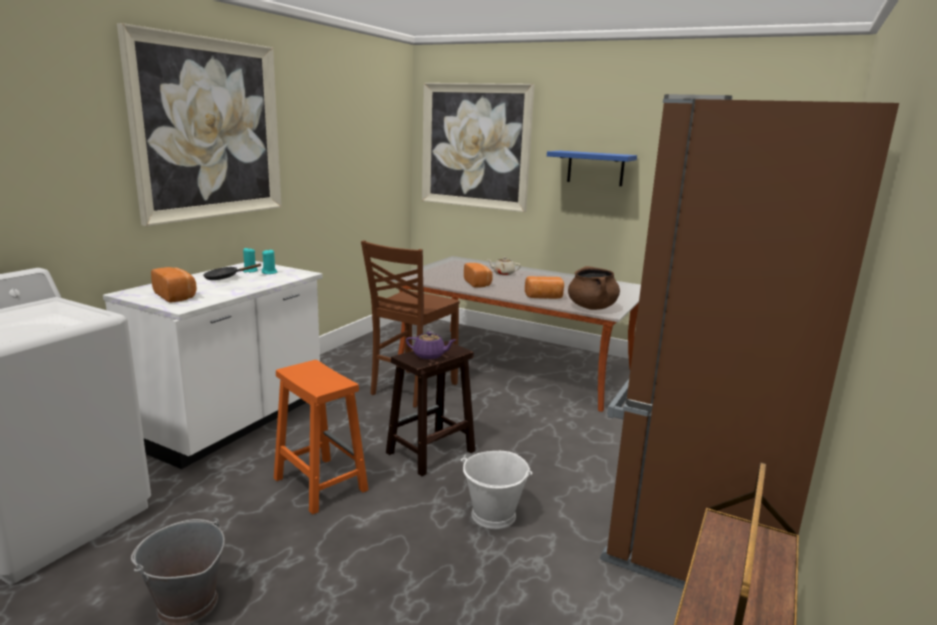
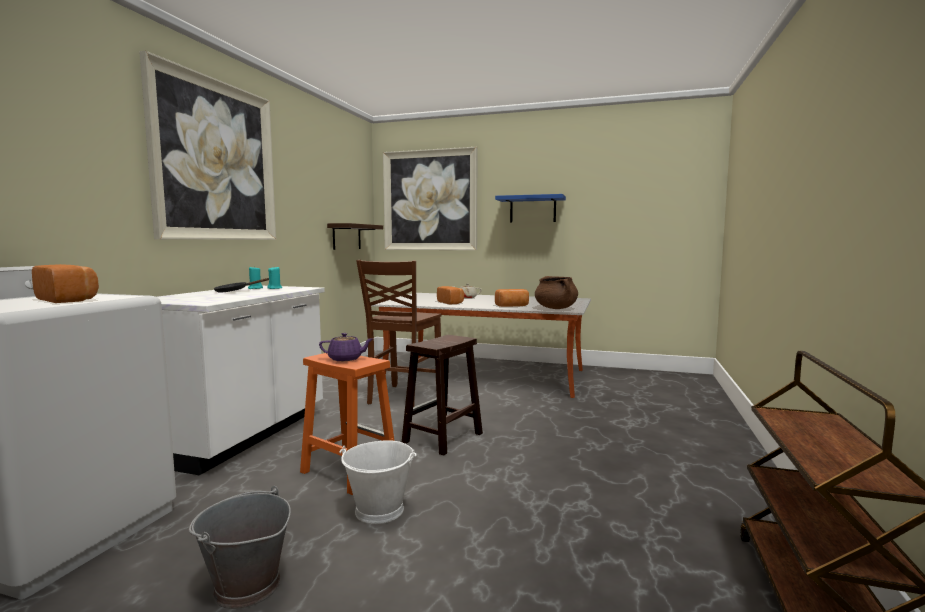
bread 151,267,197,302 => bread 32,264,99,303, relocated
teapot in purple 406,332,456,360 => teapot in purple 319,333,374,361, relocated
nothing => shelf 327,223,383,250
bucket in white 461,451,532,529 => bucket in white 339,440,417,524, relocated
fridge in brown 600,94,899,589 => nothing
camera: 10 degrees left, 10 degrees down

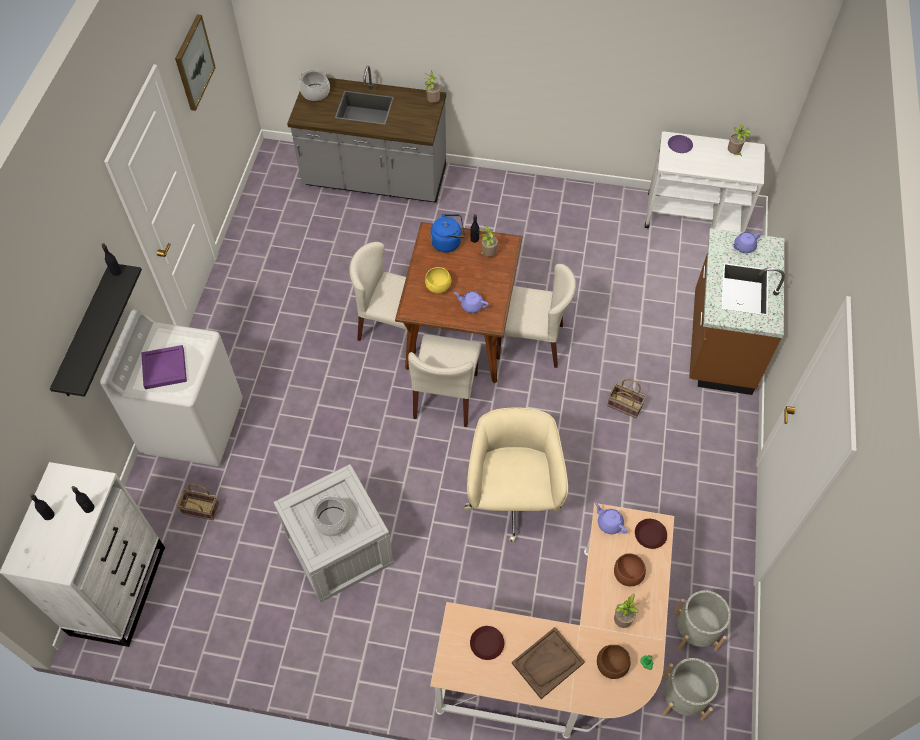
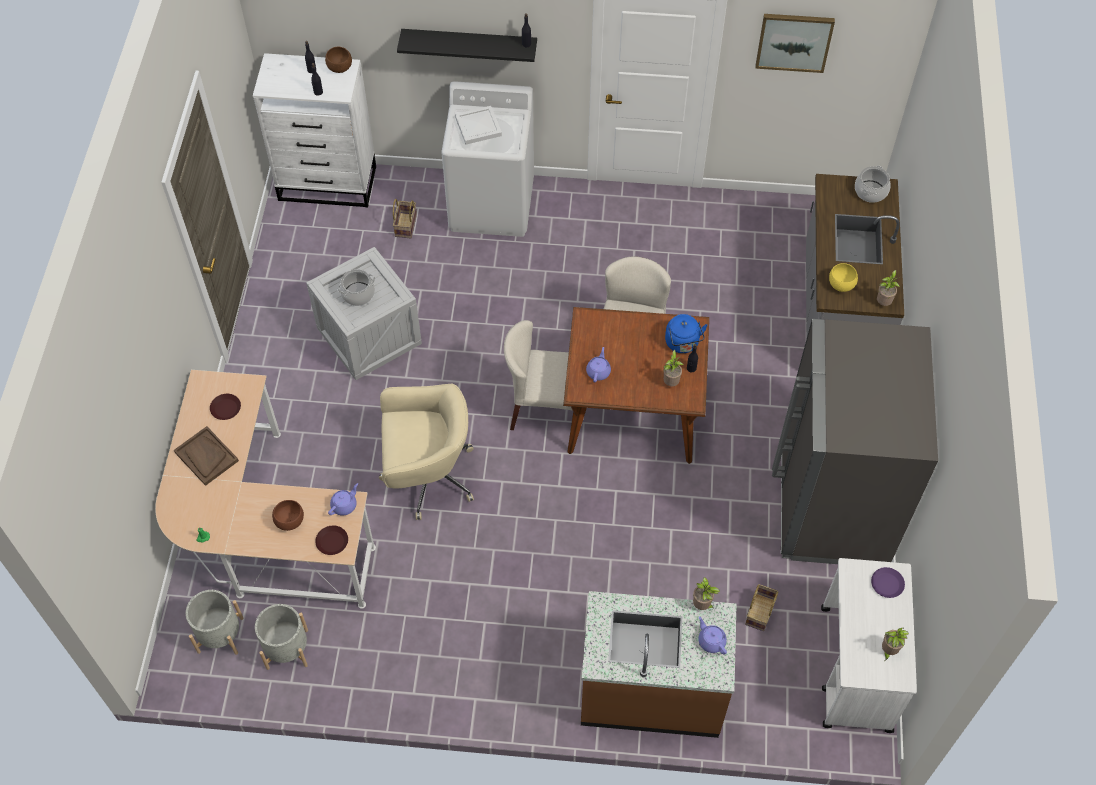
bowl in brown 597,645,630,679 => bowl in brown 325,47,352,73, relocated
tray in purple 141,345,187,389 => tray in white 455,106,502,144
potted plant 614,594,639,628 => potted plant 693,577,720,610, relocated
basket 607,379,646,418 => basket 745,584,778,631, relocated
nothing => fridge in grey 772,319,938,564
bowl in yellow 425,267,451,293 => bowl in yellow 829,263,858,292, relocated
chair in beige 496,264,576,368 => nothing
camera: 85 degrees right, 0 degrees up

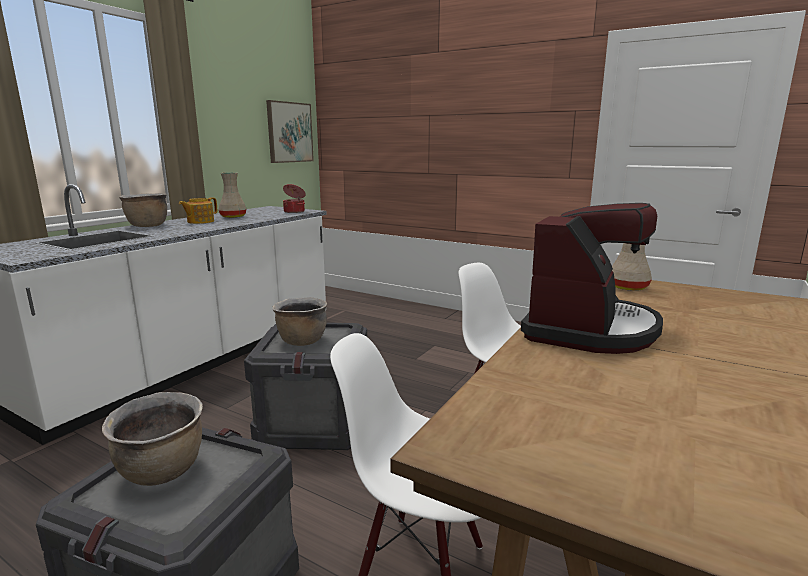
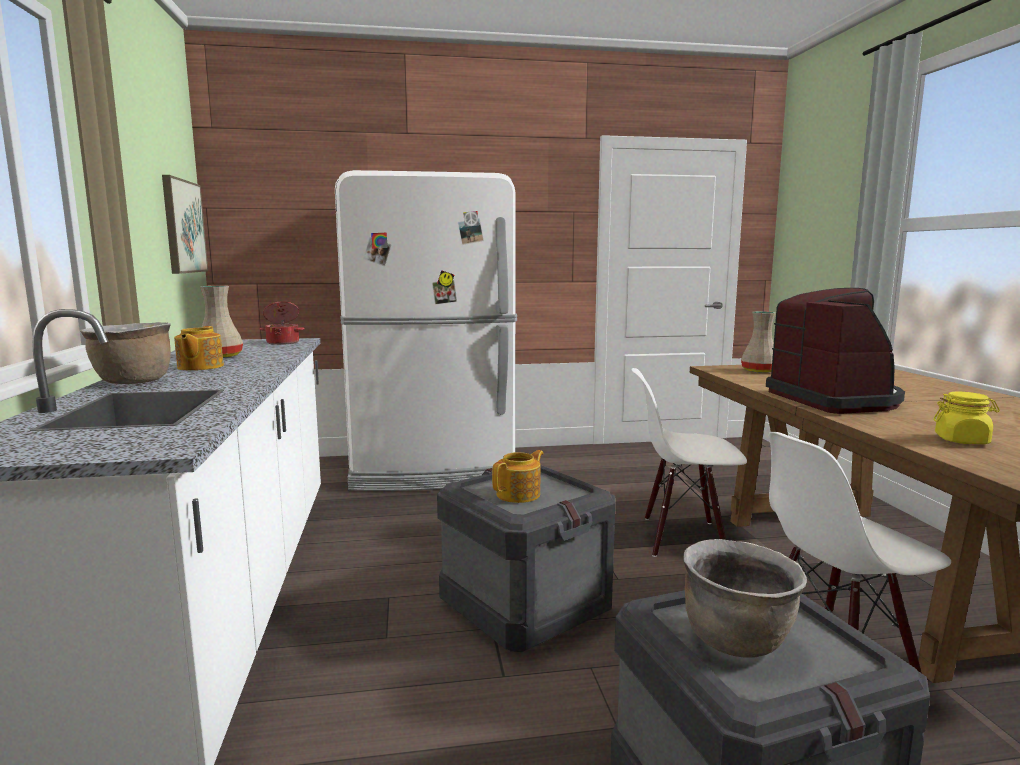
nothing => fridge in white 335,170,517,491
cooking pot in brown 272,298,327,346 => teapot 492,450,544,503
nothing => jar in yellow 933,392,1000,444
camera: 40 degrees left, 5 degrees down

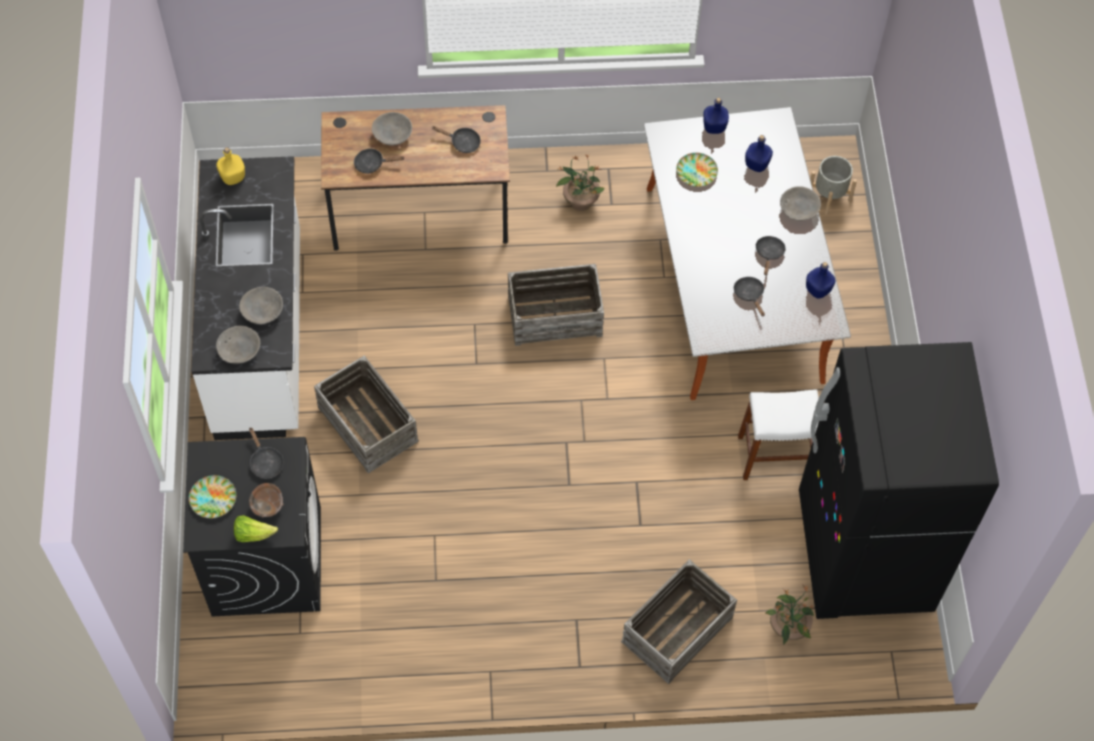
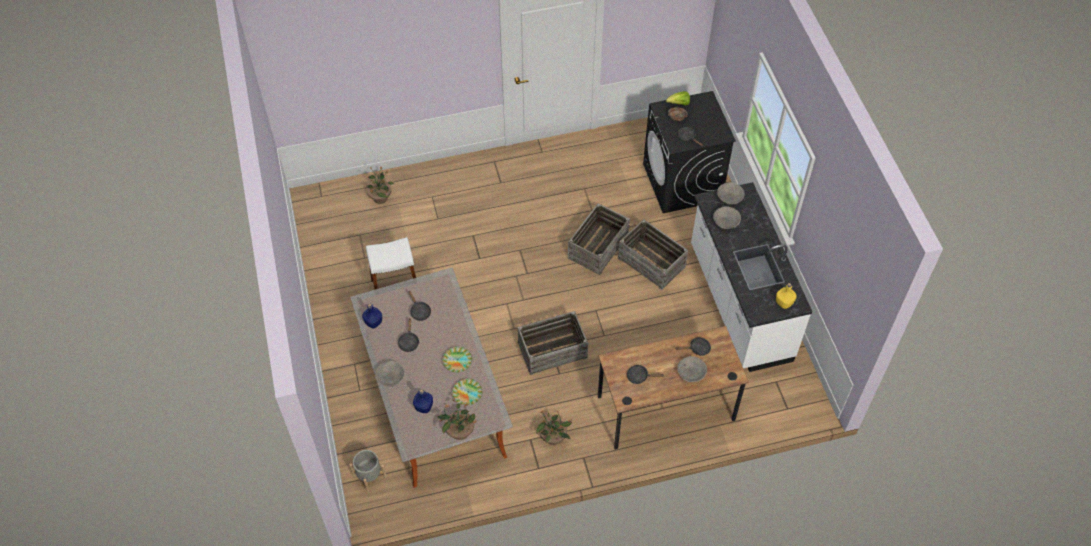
bottle in blue 703,97,729,134 => potted plant 437,398,478,440
plate 189,475,236,518 => plate 442,347,472,373, relocated
crate 621,559,737,684 => crate 568,203,630,275, relocated
fridge in black 799,342,999,619 => nothing
camera: 170 degrees right, 5 degrees down

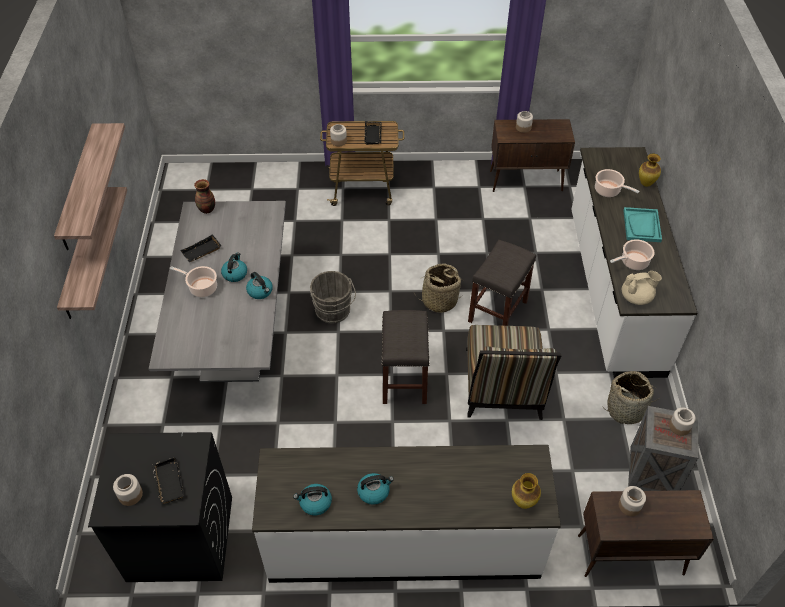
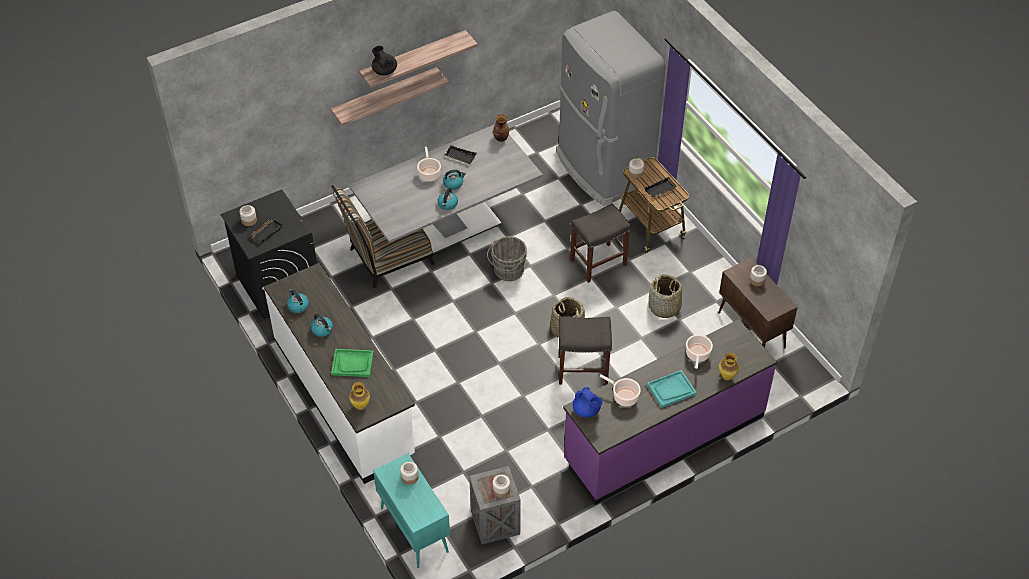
chair 466,325,562,420 => chair 331,185,435,288, relocated
nothing => tray in green 331,349,374,377
nothing => teapot in black 372,46,397,76
cabinet in brown 578,490,714,577 => cabinet in turquoise 373,453,450,568
nothing => fridge in grey 556,11,665,206
counter in white 571,147,697,378 => counter in purple 563,319,777,505
stool in grey 382,310,429,404 => stool in grey 570,203,631,283, relocated
teapot in beige 622,271,662,305 => teapot in blue 573,387,603,417
basket 603,371,658,424 => basket 649,274,682,318, relocated
camera: 60 degrees right, 0 degrees up

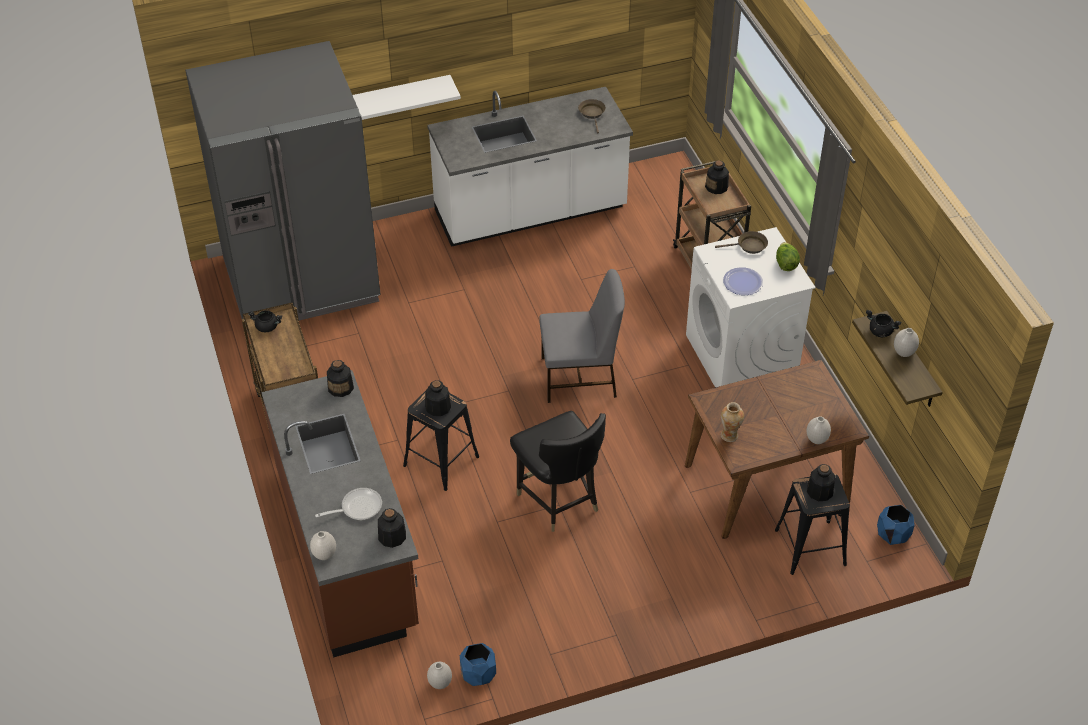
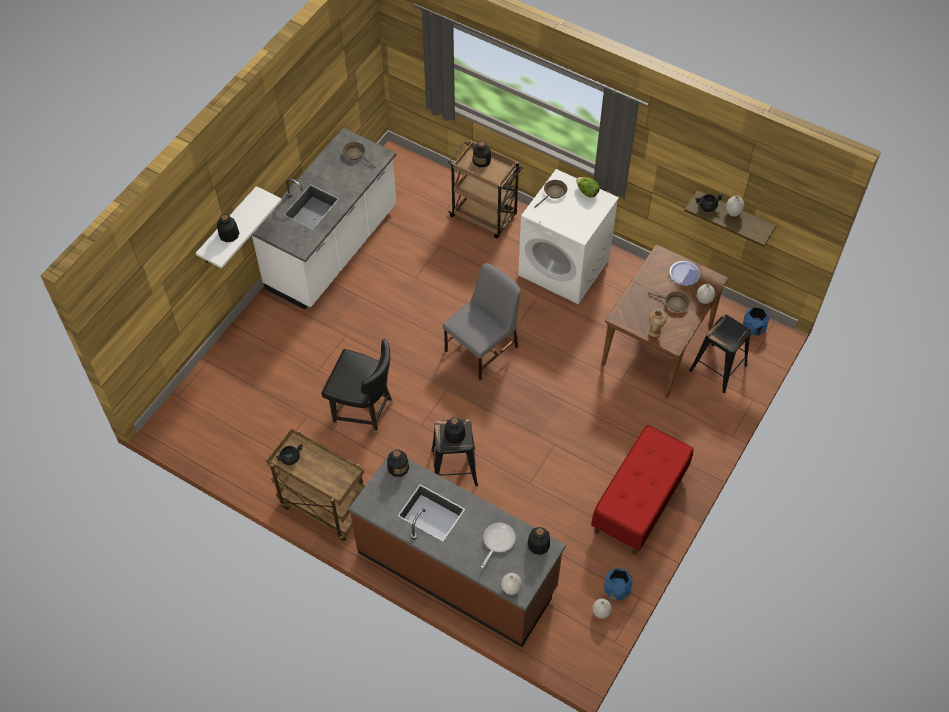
bottle 807,464,835,501 => bottle 217,214,239,242, relocated
chair in black 510,411,606,532 => chair in black 322,339,393,435, relocated
nothing => bench in red 591,425,694,554
nothing => frying pan in brown 648,291,690,312
plate 723,267,763,295 => plate 669,261,700,286, relocated
fridge in grey 185,41,380,333 => nothing
camera: 40 degrees left, 10 degrees up

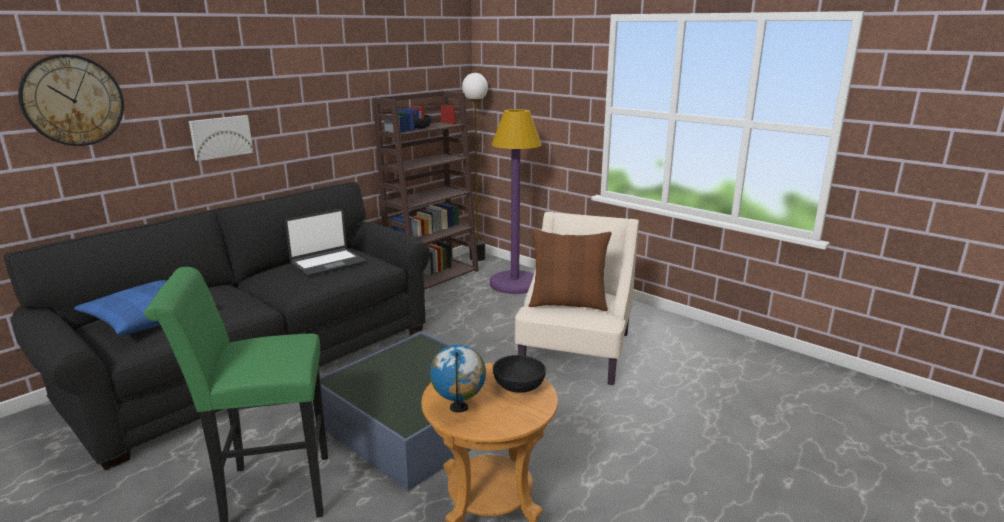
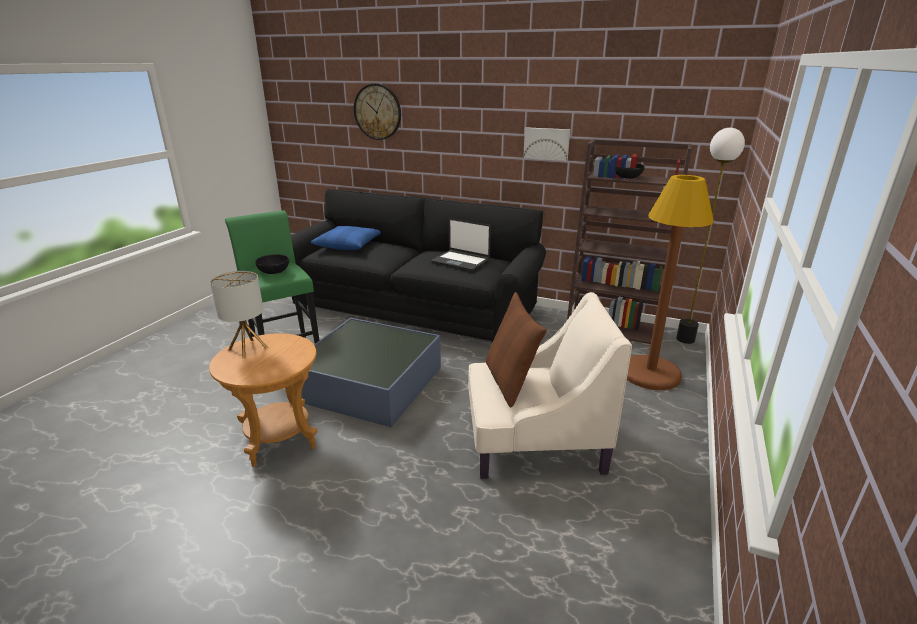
globe 430,344,486,413 => table lamp 210,271,268,359
bowl in black 493,355,546,393 => bowl in black 255,254,289,274, relocated
picture 189,115,253,161 => picture 523,127,570,161, relocated
floor lamp in purple 490,109,542,294 => floor lamp in brown 627,175,714,390
camera: 70 degrees right, 5 degrees up

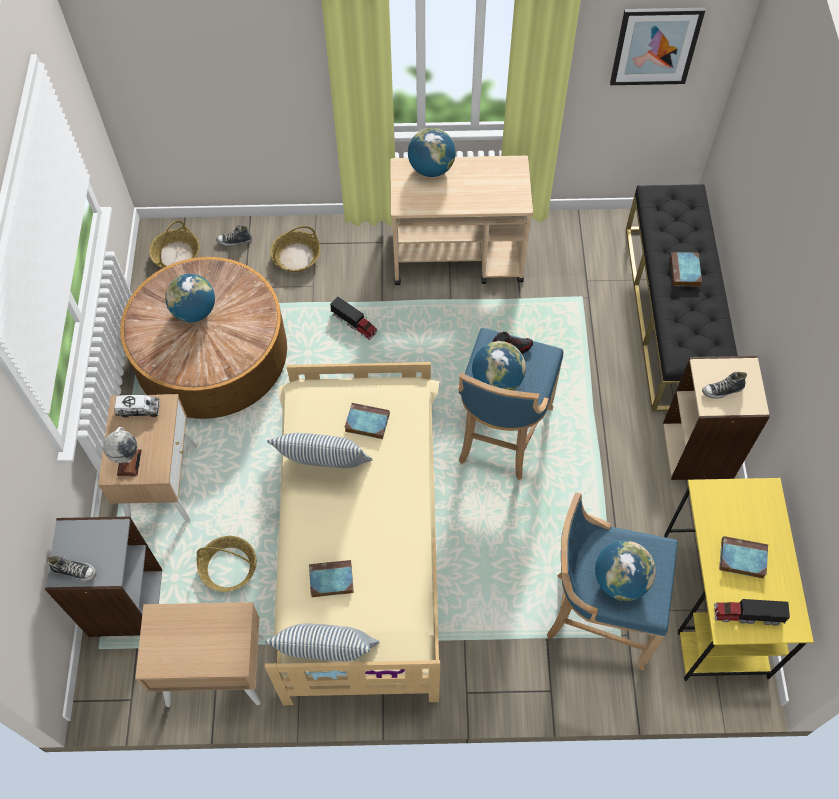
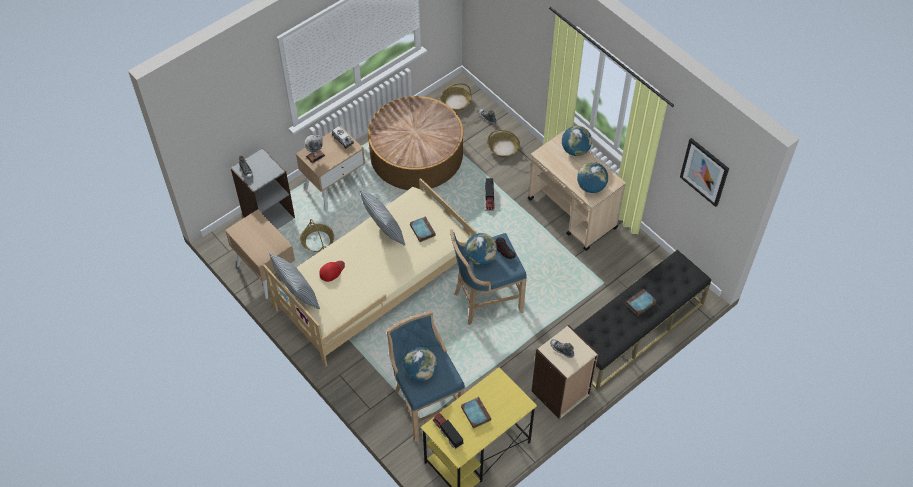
book 309,560,354,597 => cap in red 319,261,345,282
globe 165,274,215,322 => globe 577,162,608,193, relocated
camera: 50 degrees right, 5 degrees down

